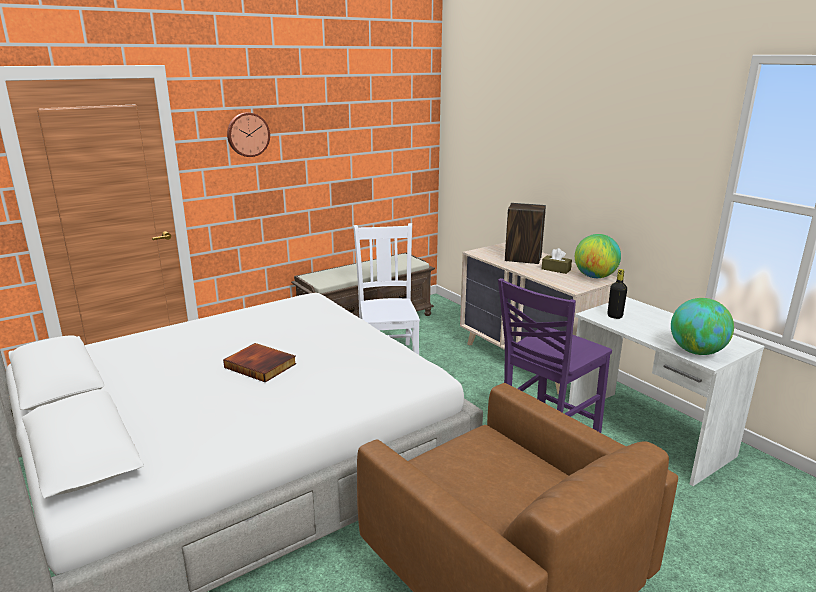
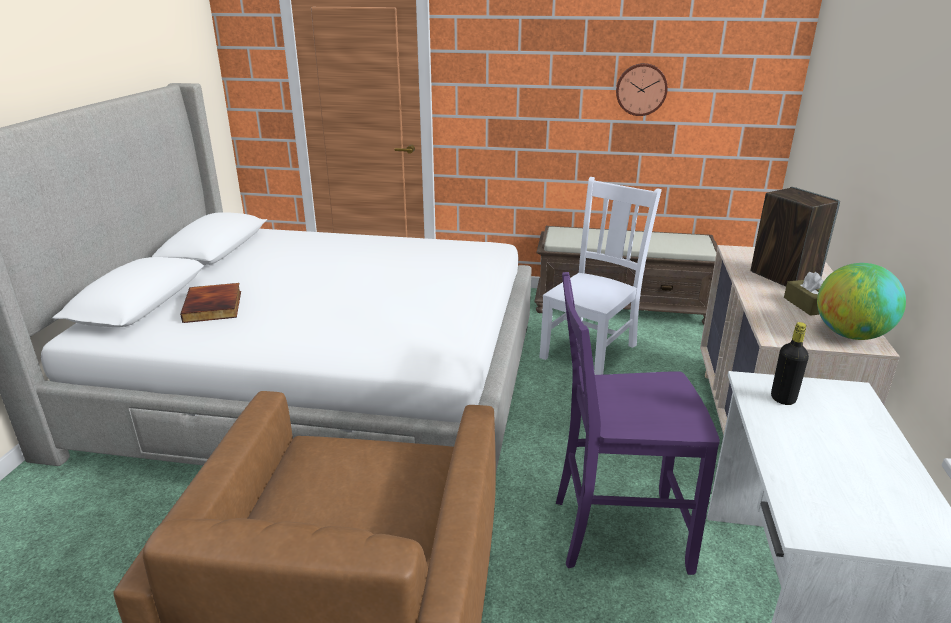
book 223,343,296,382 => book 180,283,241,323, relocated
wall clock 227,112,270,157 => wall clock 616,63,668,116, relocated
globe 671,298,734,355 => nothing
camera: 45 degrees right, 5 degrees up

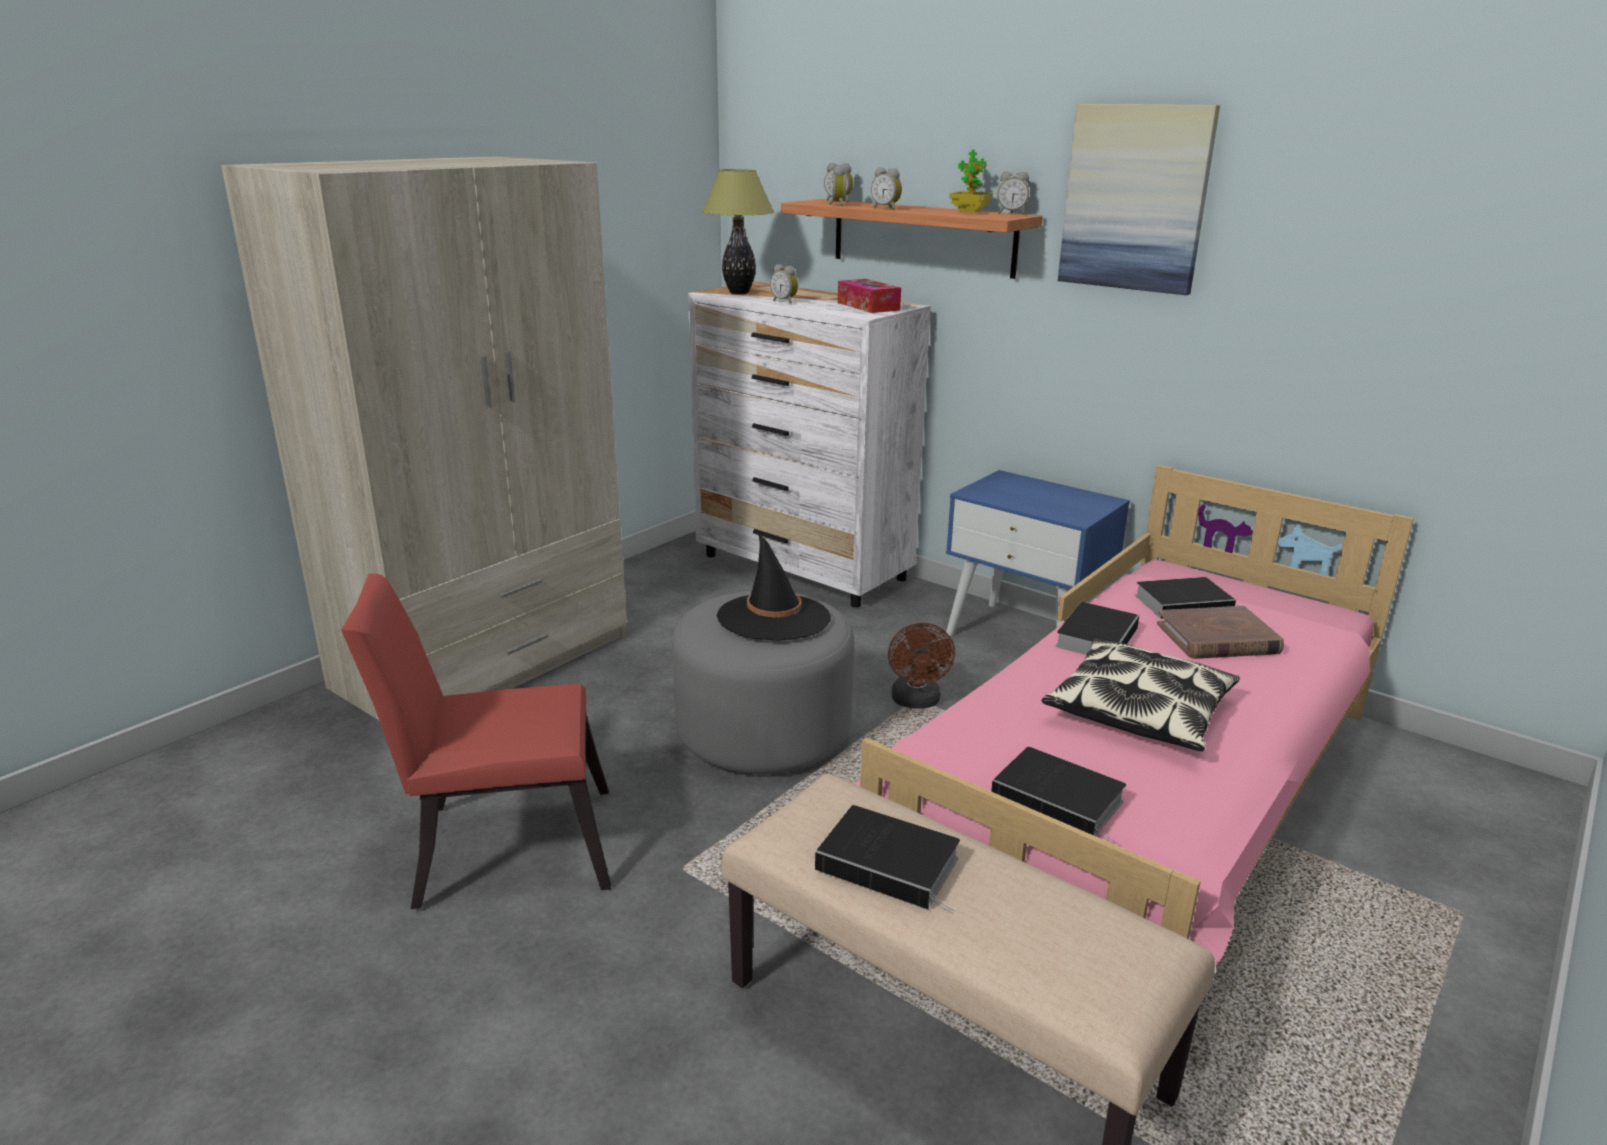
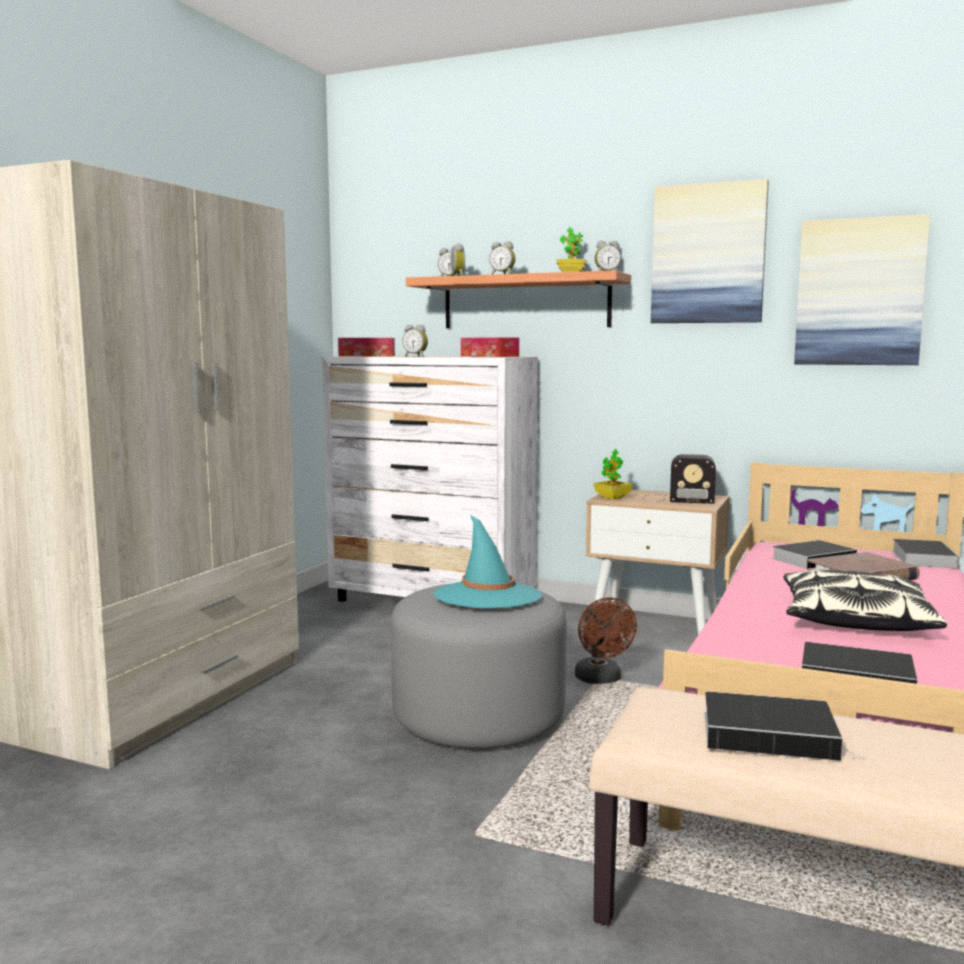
table lamp 702,169,774,294 => tissue box 338,338,395,356
hat in black 717,534,831,641 => hat in turquoise 433,515,542,608
nightstand in blue 946,470,1130,636 => nightstand in beige 585,490,730,635
nothing => potted plant 594,449,633,500
nothing => radio 642,454,716,504
nothing => picture 794,214,930,365
book 1055,602,1139,655 => book 892,539,959,569, relocated
chair in red 341,573,611,909 => nothing
camera: 15 degrees left, 15 degrees down

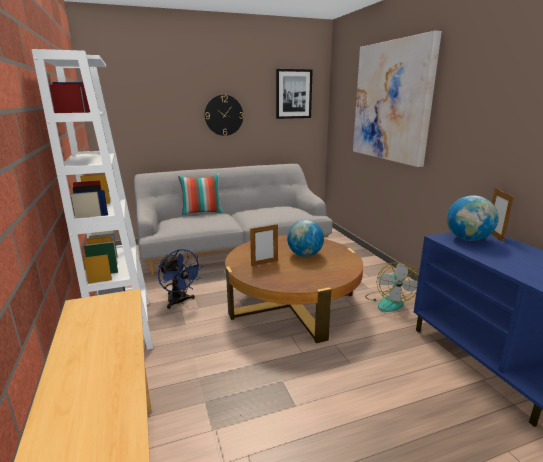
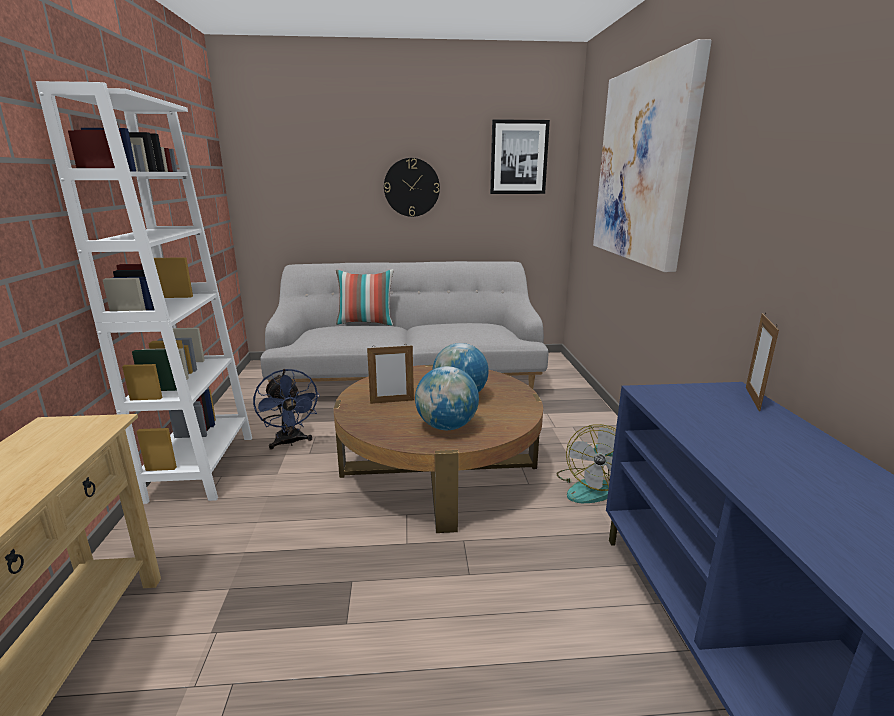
globe 447,195,499,241 => globe 415,366,479,430, relocated
camera: 15 degrees right, 0 degrees up

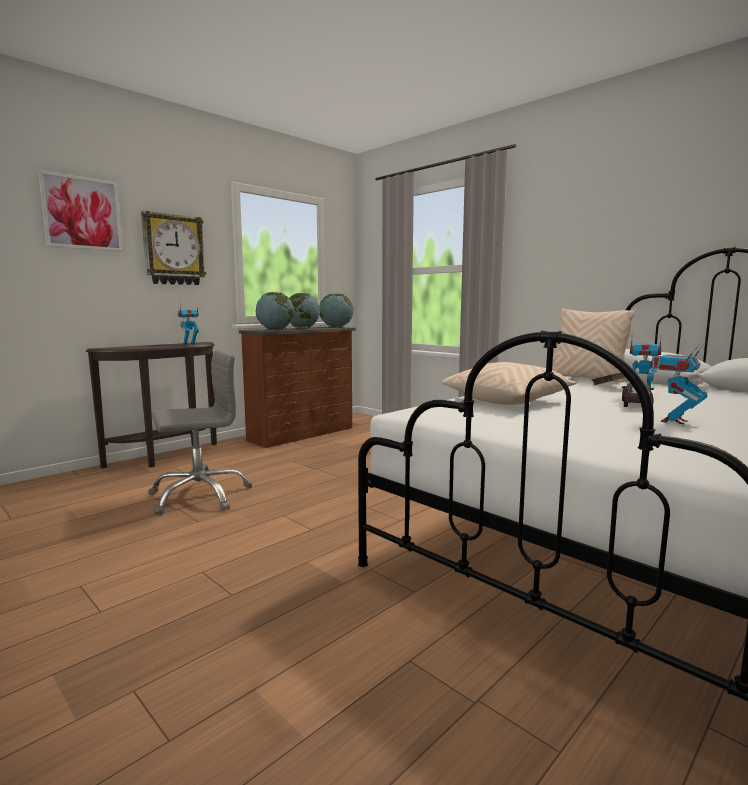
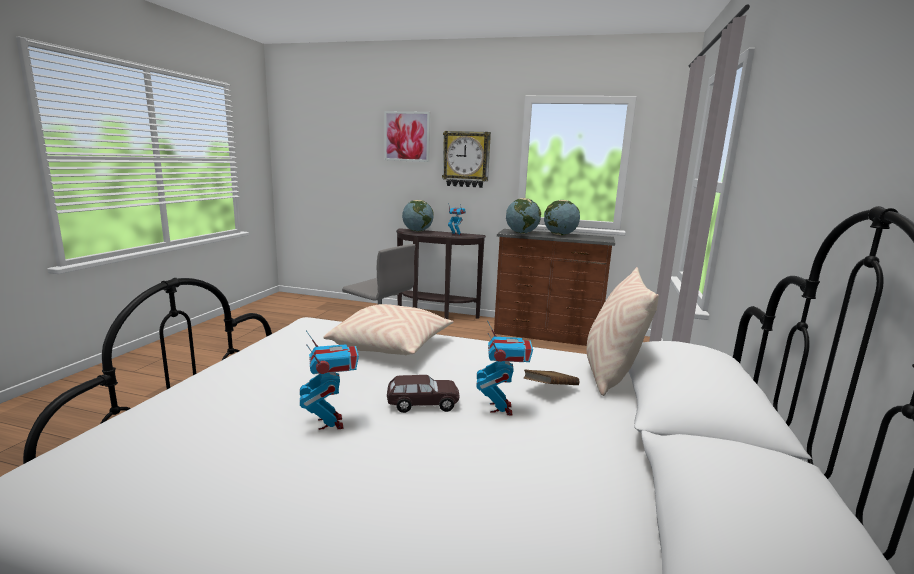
toy robot 650,343,707,424 => toy robot 300,330,359,430, 60 degrees clockwise
globe 319,293,353,327 => globe 402,200,434,232, relocated
camera: 60 degrees right, 5 degrees up

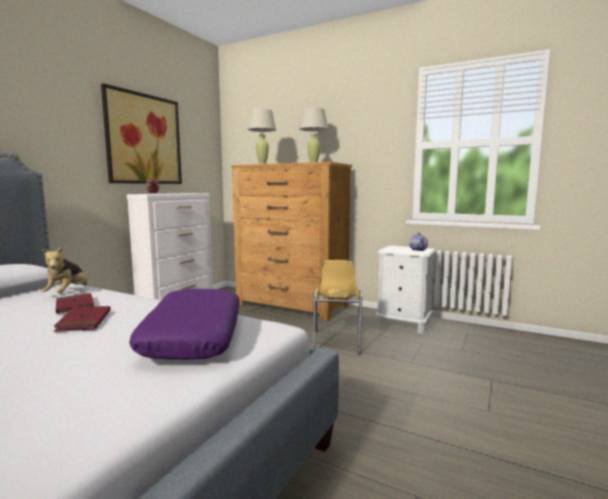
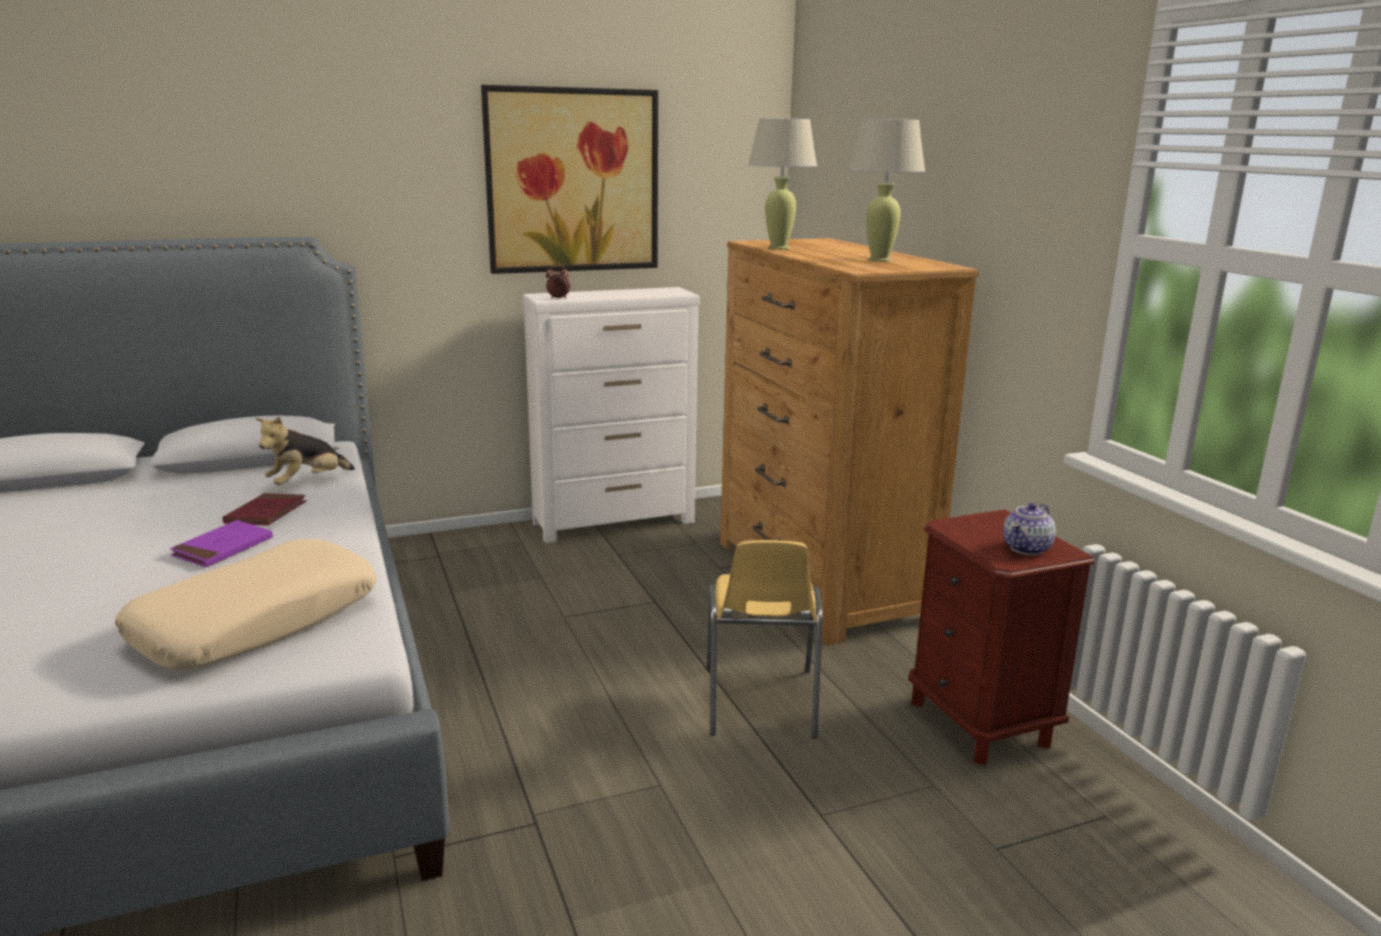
pillow in purple 129,289,240,360 => pillow in beige 115,539,376,669
book in red 54,306,111,332 => book in purple 170,520,273,567
chair in yellow 313,260,362,354 => chair in yellow 707,540,823,739, 45 degrees counterclockwise
nightstand in white 376,246,436,334 => nightstand in brown 908,510,1095,765
camera: 40 degrees right, 10 degrees up

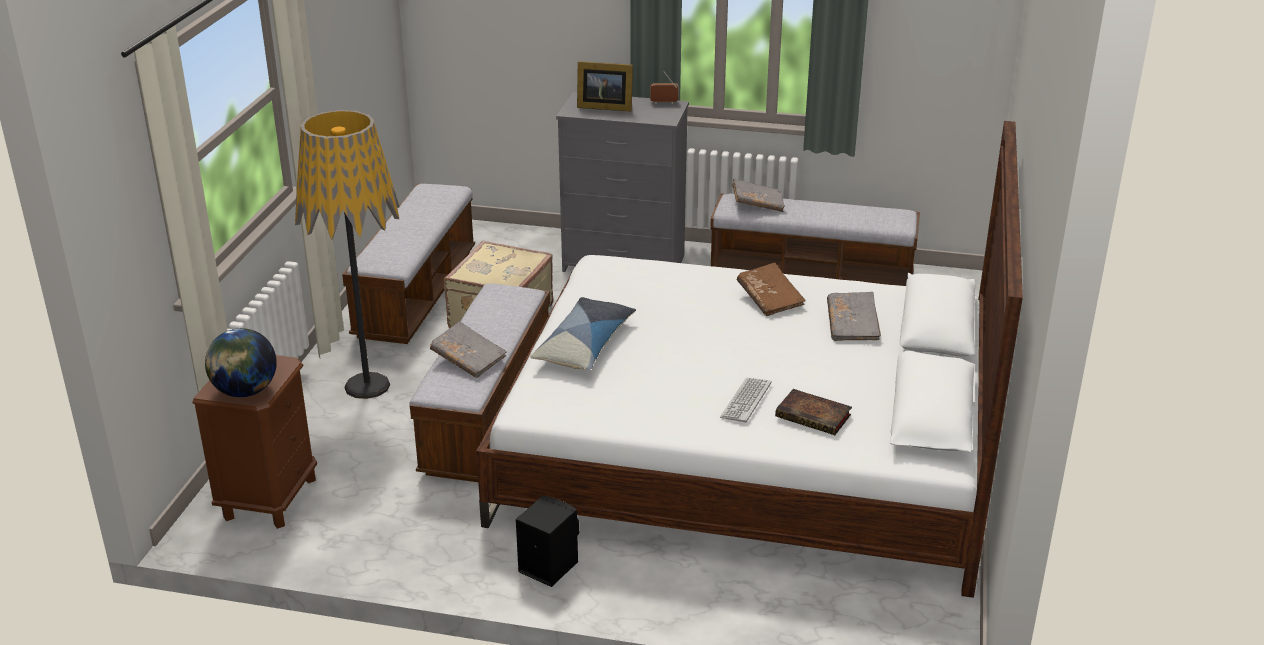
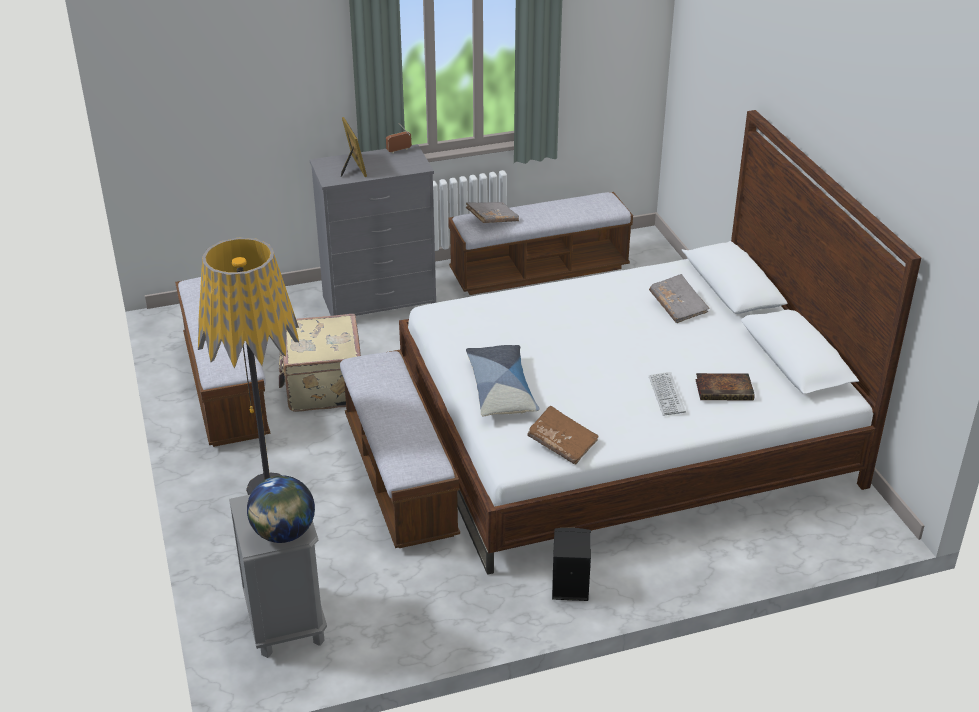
nightstand in brown 193,355,317,529 => nightstand in grey 229,495,327,658
picture frame 577,61,633,112 => picture frame 341,117,367,177, 90 degrees counterclockwise
book in brown 737,262,806,316 => book in brown 527,405,599,465, relocated
book in grey 430,321,506,378 => nothing
camera: 30 degrees left, 5 degrees up

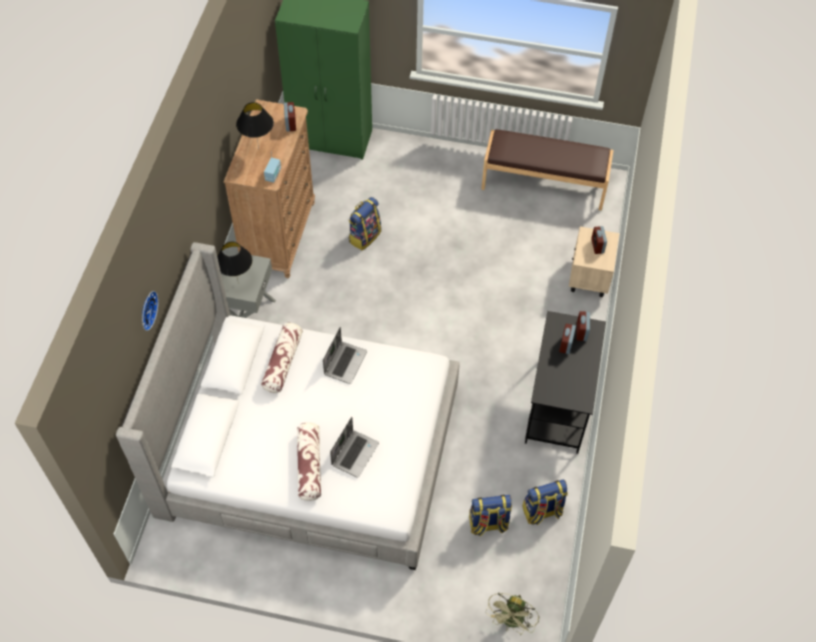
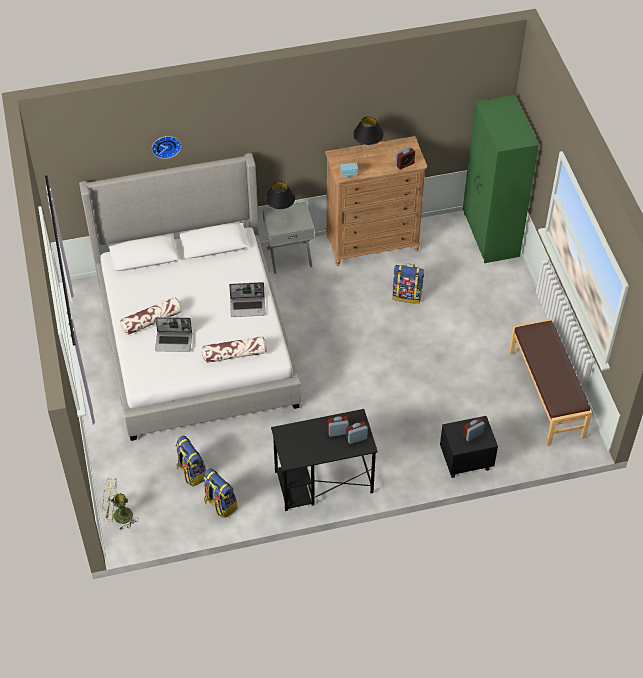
pillow 261,323,303,393 => pillow 201,336,267,363, relocated
nightstand in beige 569,226,620,297 => nightstand in black 440,416,498,478
camera: 65 degrees right, 5 degrees down

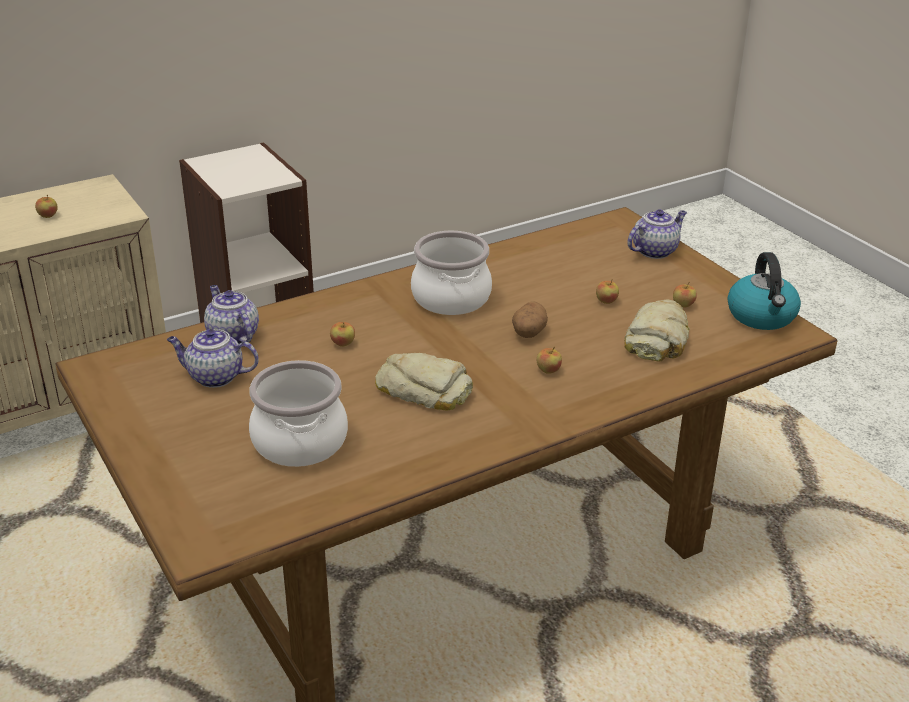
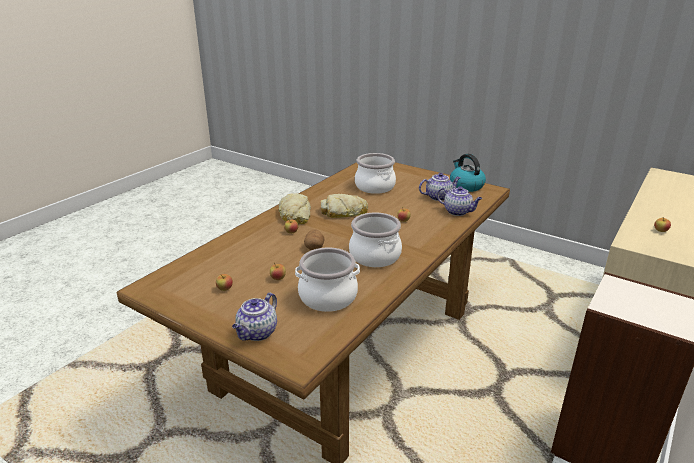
bread 624,300,690,361 => bread 279,193,311,224, relocated
nothing => cooking pot 295,248,360,312
kettle 728,252,801,330 => kettle 450,154,486,192, relocated
camera: 155 degrees right, 5 degrees down

